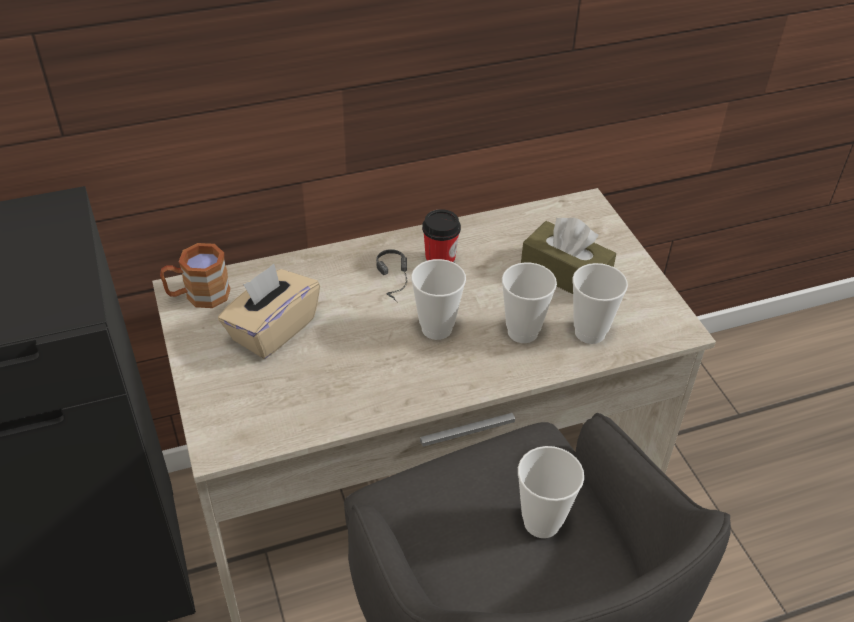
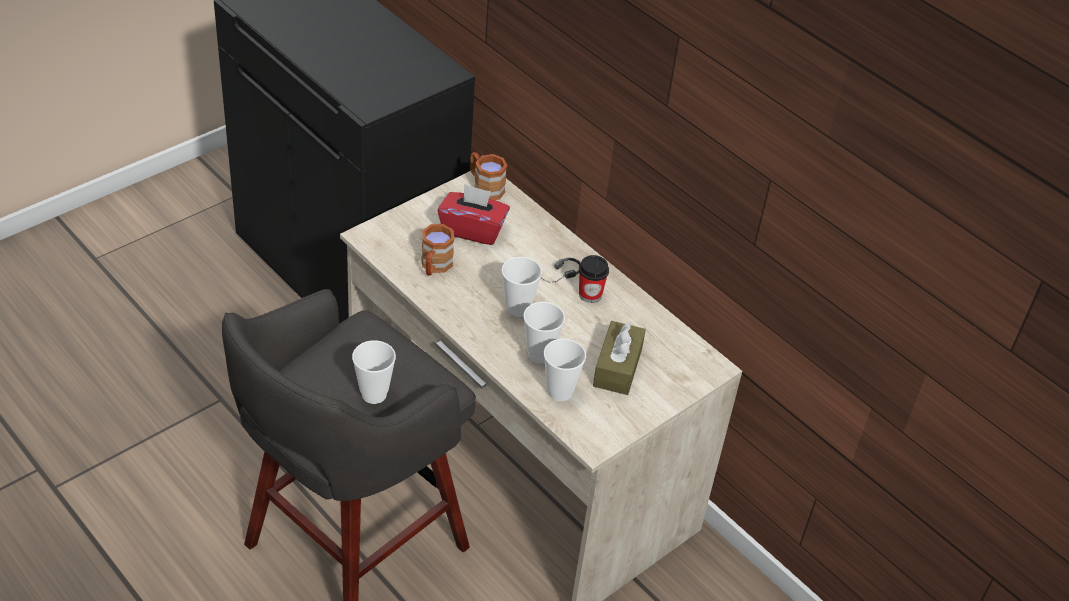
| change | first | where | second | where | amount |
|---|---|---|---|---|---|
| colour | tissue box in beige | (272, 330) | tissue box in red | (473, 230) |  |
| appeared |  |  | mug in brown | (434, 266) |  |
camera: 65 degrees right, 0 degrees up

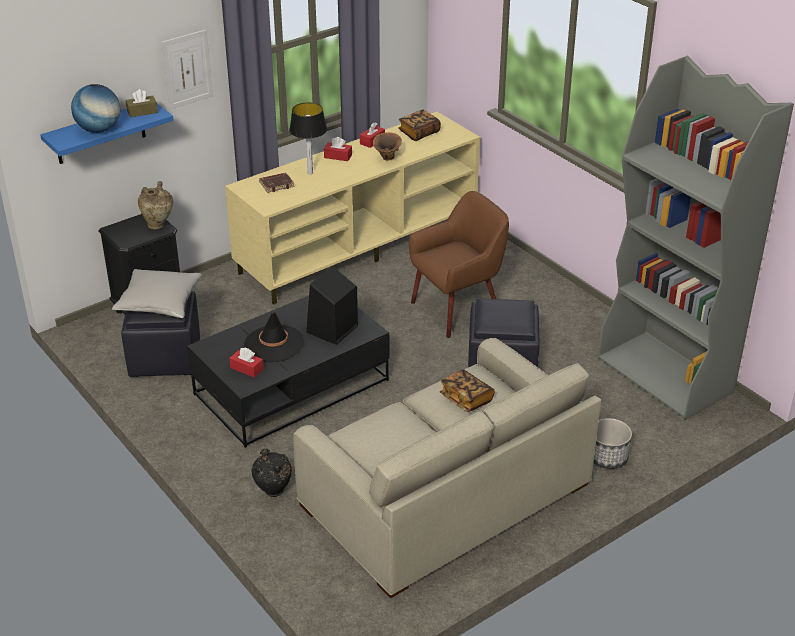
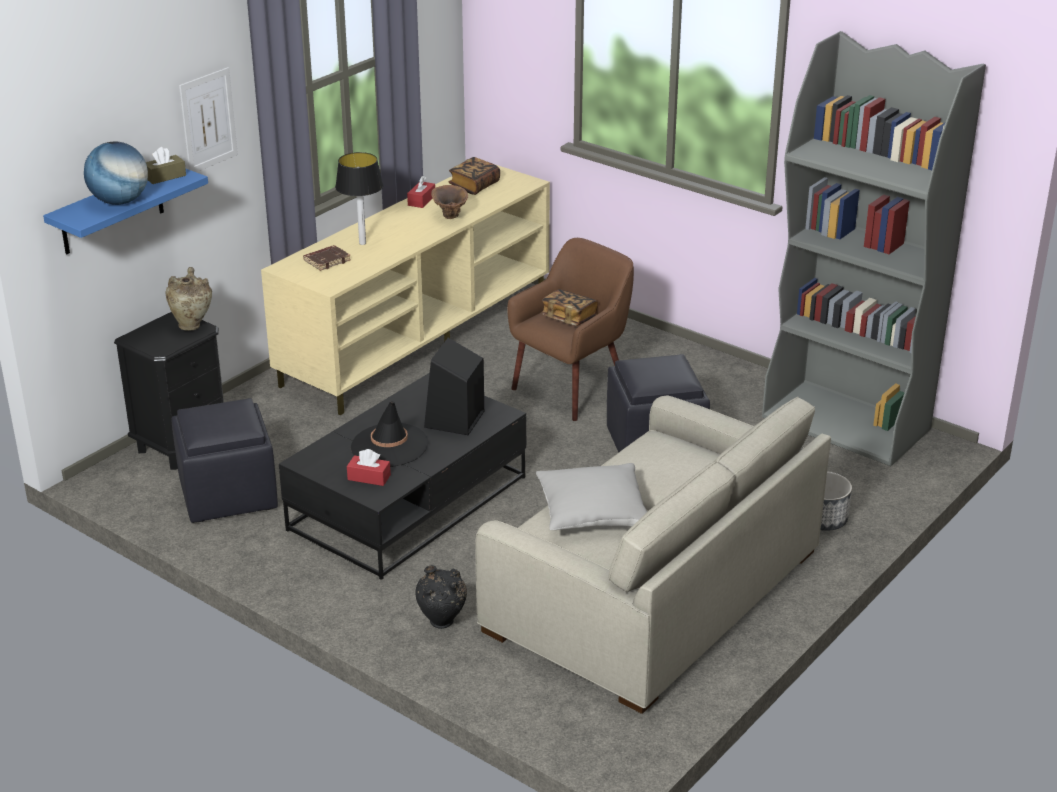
| change | first | where | second | where | amount |
|---|---|---|---|---|---|
| relocated | pillow in grey | (159, 303) |  | (592, 513) |  |
| missing | tissue box in red | (338, 156) |  |  |  |
| relocated | book | (466, 399) |  | (568, 318) |  |
camera: 15 degrees left, 5 degrees down

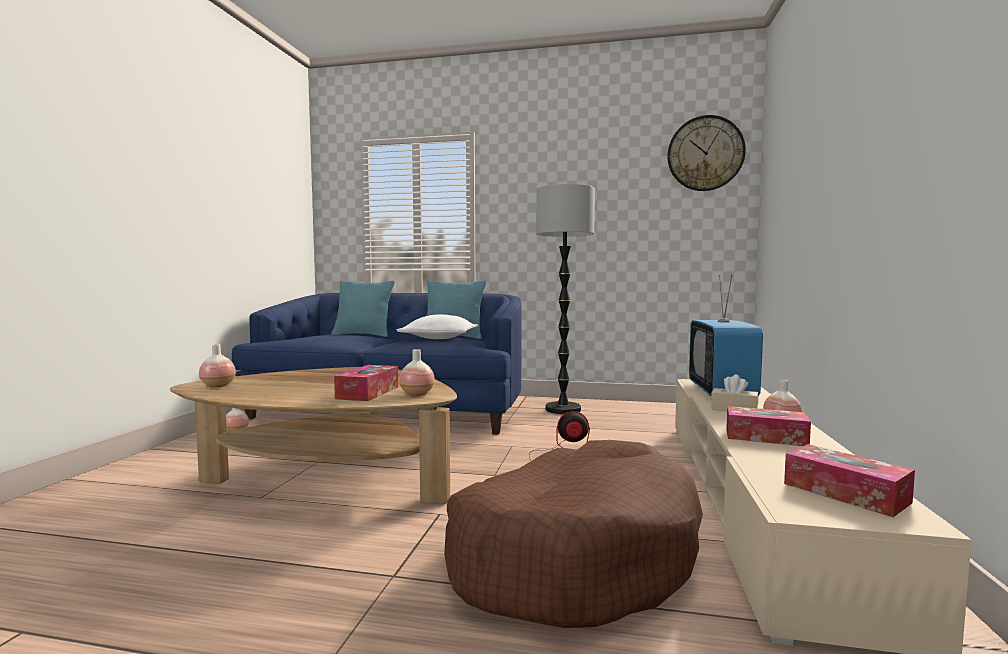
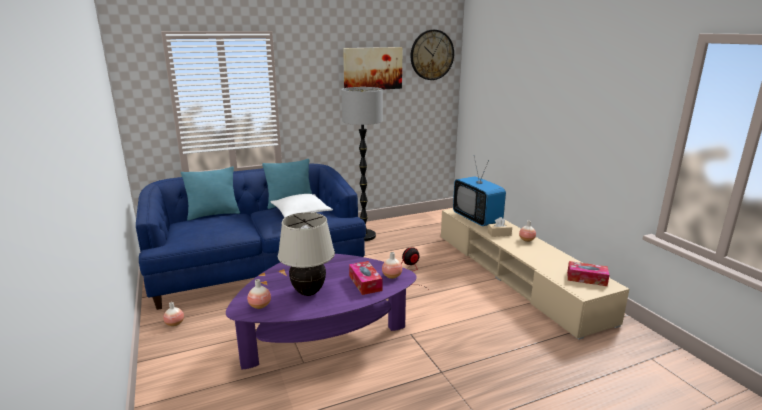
| change | first | where | second | where | amount |
|---|---|---|---|---|---|
| colour | coffee table in brown | (328, 483) | coffee table in purple | (324, 339) |  |
| missing | dog bed in brown | (573, 554) |  |  |  |
| missing | tissue box | (765, 437) |  |  |  |
| appeared |  |  | table lamp in beige | (308, 292) |  |
| appeared |  |  | picture | (372, 68) |  |
camera: 35 degrees left, 15 degrees up

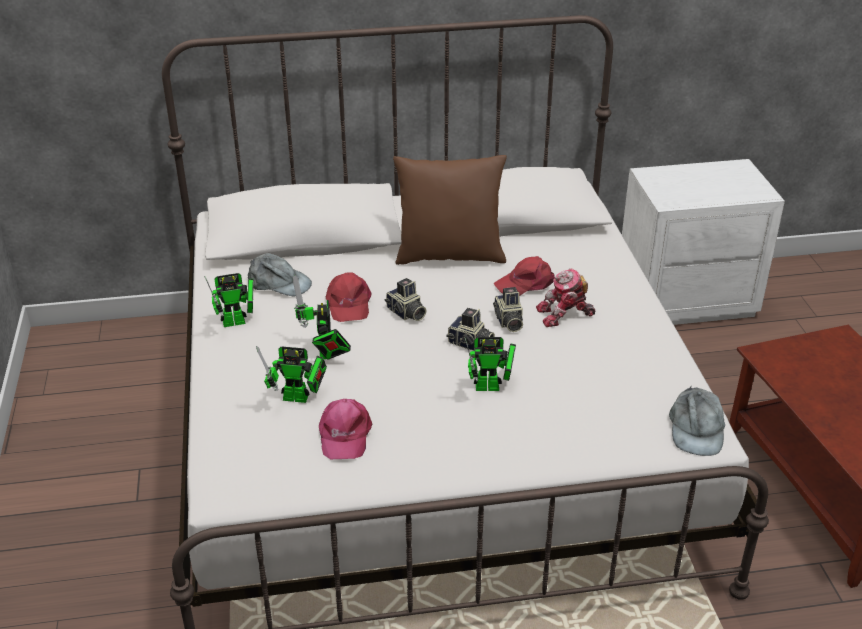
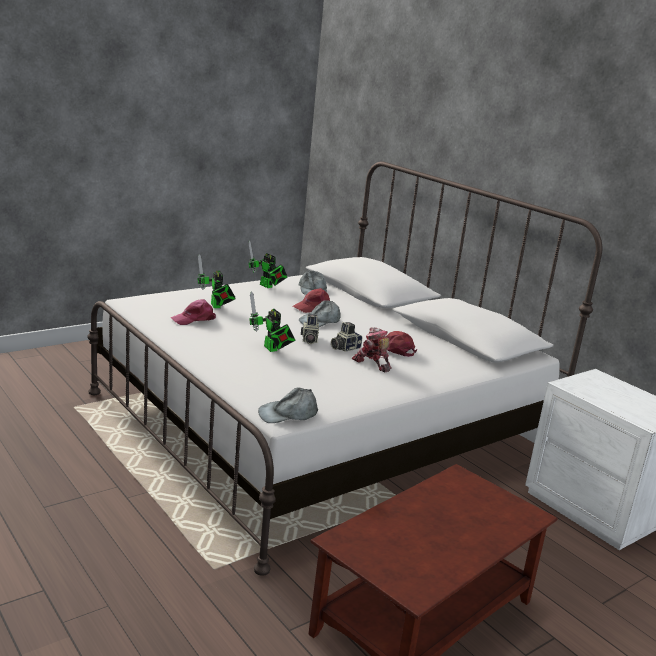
| change | first | where | second | where | amount |
|---|---|---|---|---|---|
| missing | toy robot | (325, 354) |  |  |  |
| exchanged | photo camera | (406, 313) | cap in grey | (320, 321) |  |
| missing | pillow in brown | (450, 255) |  |  |  |
camera: 60 degrees right, 15 degrees down

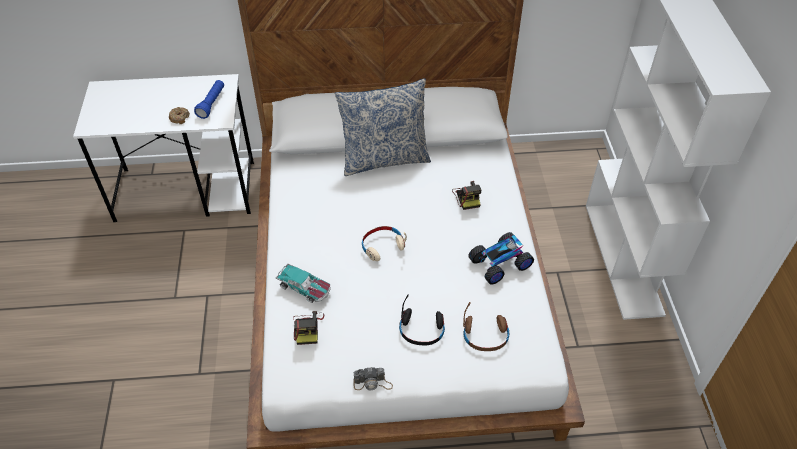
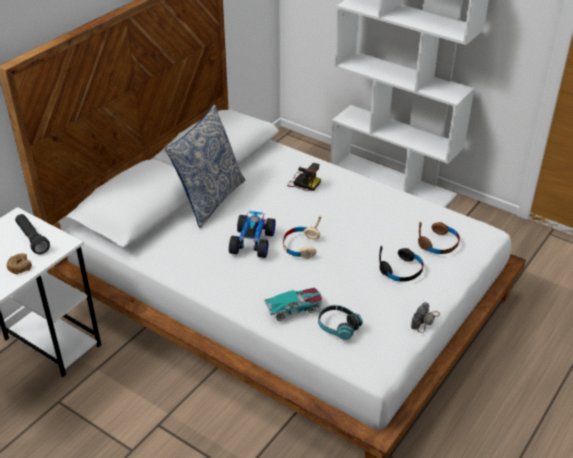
| change | first | where | second | where | amount |
|---|---|---|---|---|---|
| colour | flashlight in blue | (212, 104) | flashlight in black | (32, 239) |  |
| exchanged | photo camera | (308, 328) | headphones | (338, 327) |  |
| relocated | toy car | (499, 263) |  | (252, 242) |  |
camera: 50 degrees left, 10 degrees down

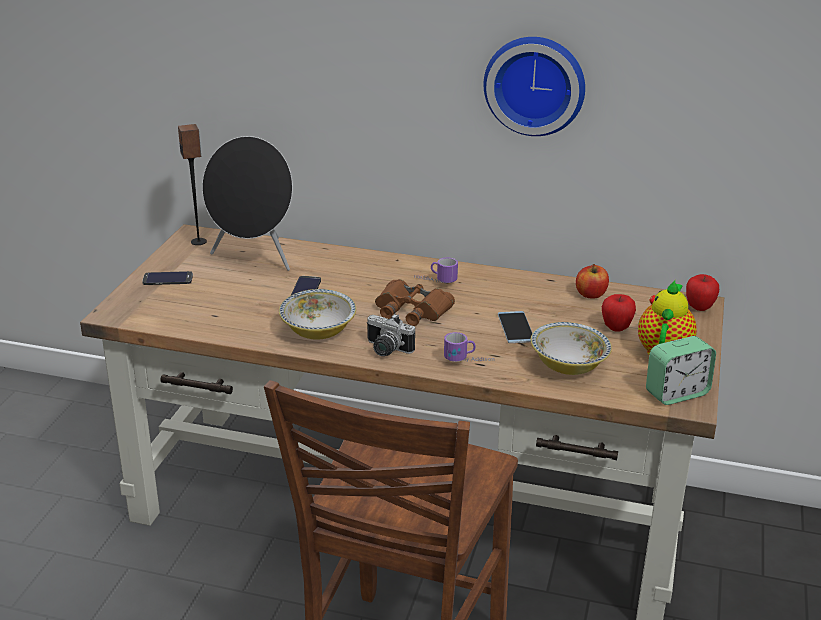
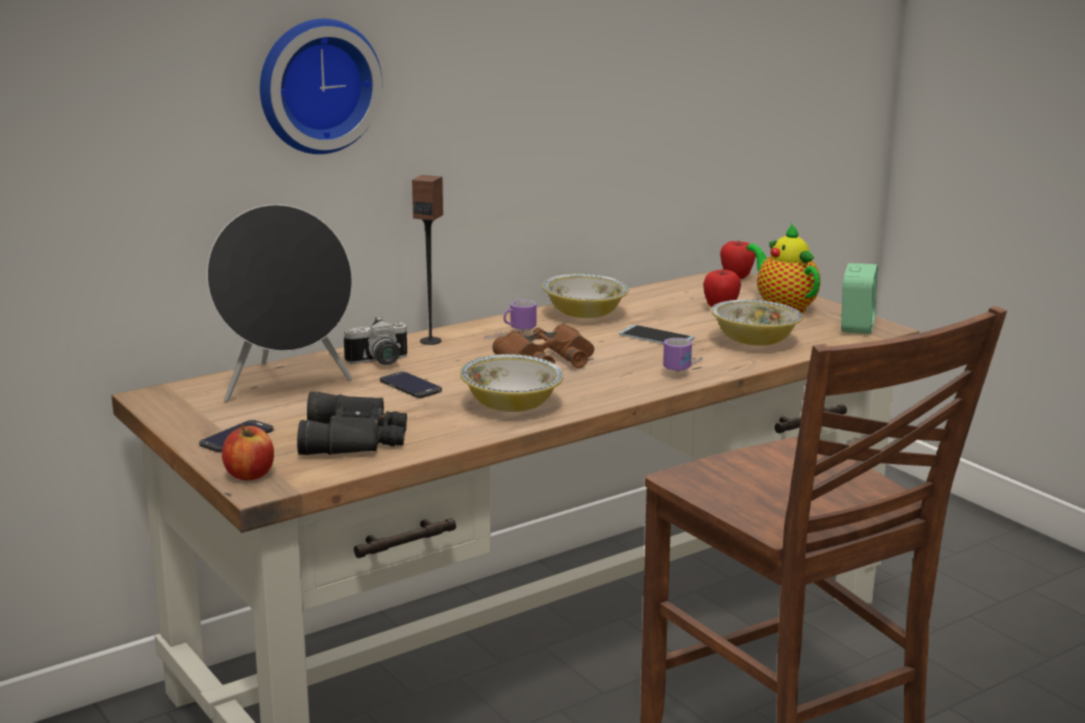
| change | first | where | second | where | amount |
|---|---|---|---|---|---|
| relocated | speaker | (199, 241) |  | (430, 341) |  |
| relocated | photo camera | (386, 350) |  | (380, 362) |  |
| relocated | wall clock | (535, 84) |  | (316, 85) |  |
| relocated | apple | (591, 294) |  | (249, 475) |  |
| appeared |  |  | binoculars in black | (355, 438) |  |
| appeared |  |  | bowl | (584, 314) |  |
camera: 50 degrees left, 10 degrees down

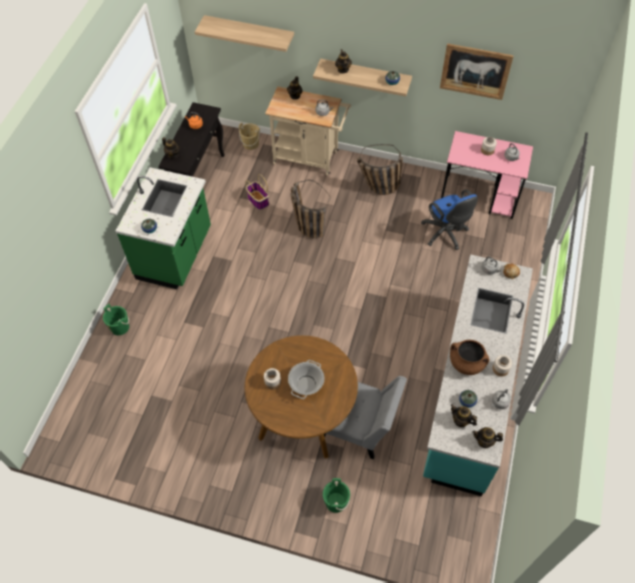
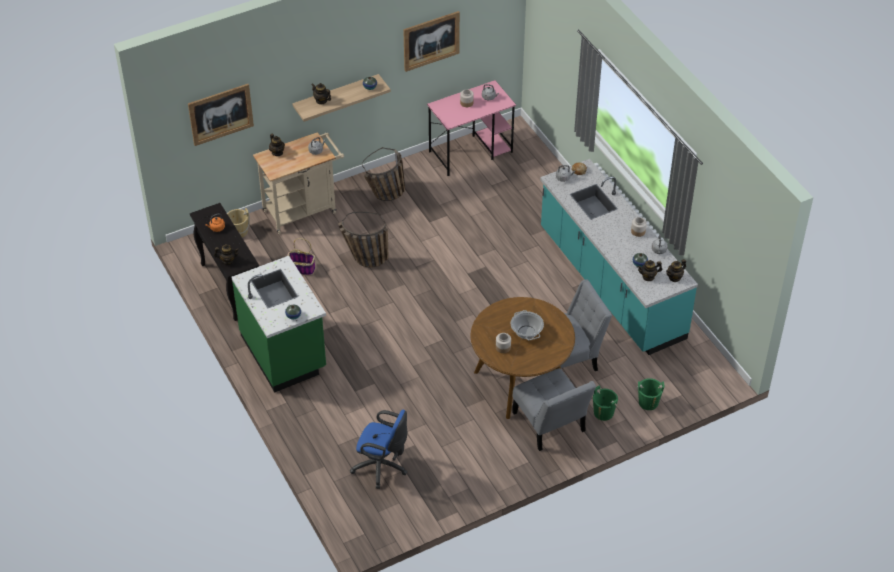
| change | first | where | second | where | amount |
|---|---|---|---|---|---|
| relocated | bucket in green | (120, 327) |  | (648, 402) |  |
| exchanged | shelf | (249, 32) | picture | (220, 114) |  |
| relocated | office chair in blue | (445, 234) |  | (382, 467) |  |
| missing | cooking pot in brown | (466, 363) |  |  |  |
| appeared |  |  | chair in grey | (550, 425) |  |
camera: 45 degrees left, 10 degrees down

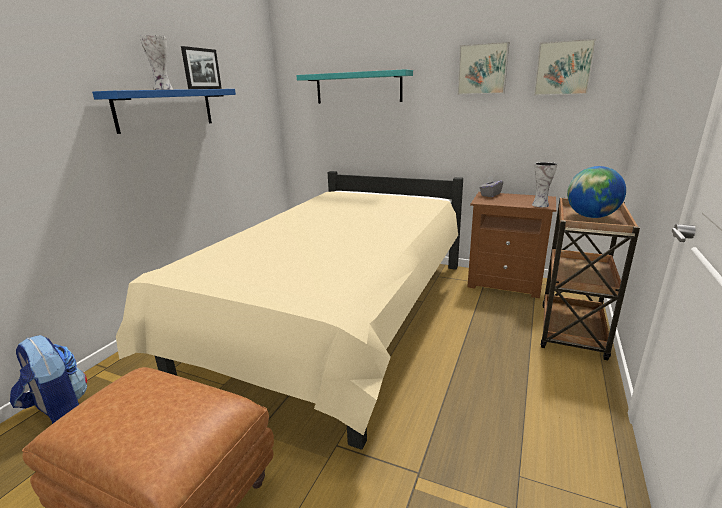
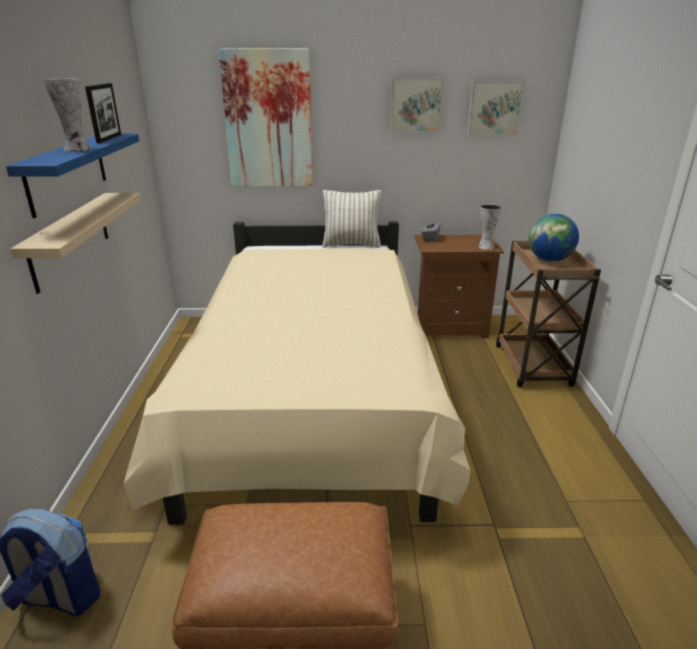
| change | first | where | second | where | amount |
|---|---|---|---|---|---|
| exchanged | shelf in turquoise | (358, 88) | picture | (268, 120) |  |
| appeared |  |  | shelf in beige | (70, 239) |  |
| appeared |  |  | pillow | (351, 244) |  |
camera: 25 degrees left, 5 degrees up

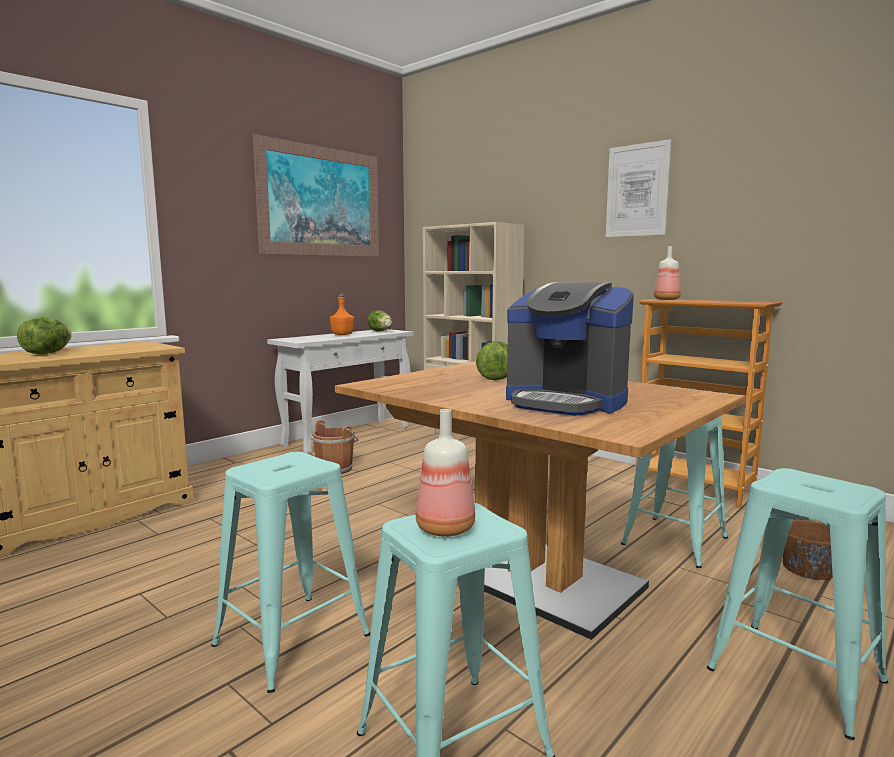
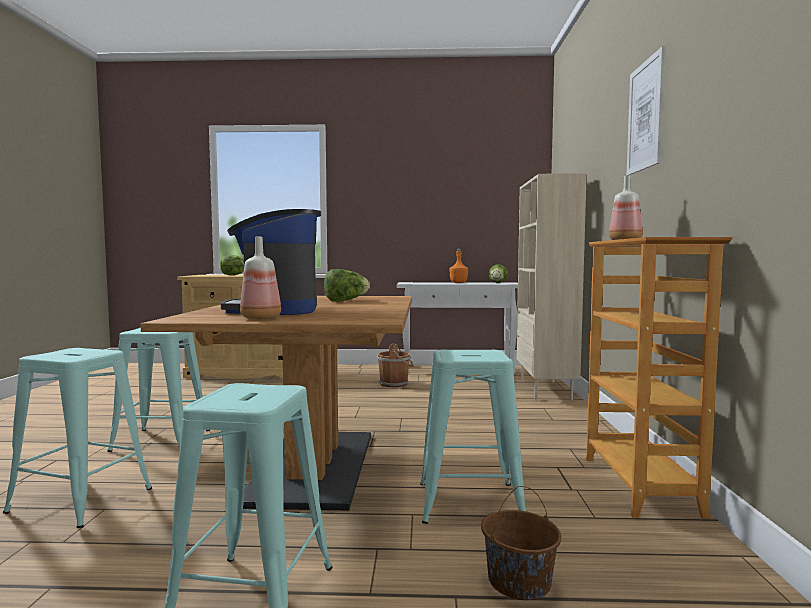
| change | first | where | second | where | amount |
|---|---|---|---|---|---|
| missing | picture | (321, 202) |  |  |  |
| relocated | bottle | (443, 528) |  | (261, 318) |  |
camera: 50 degrees right, 5 degrees down

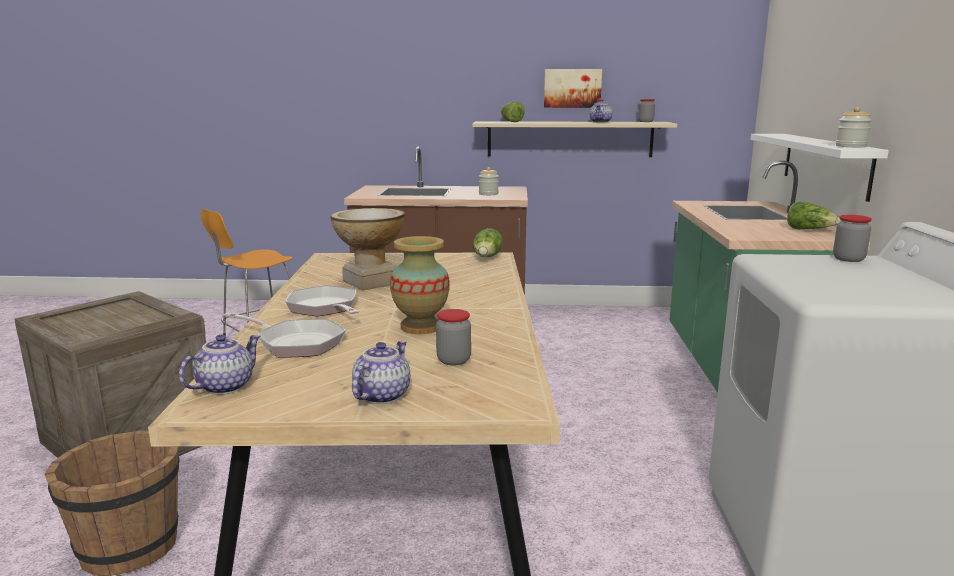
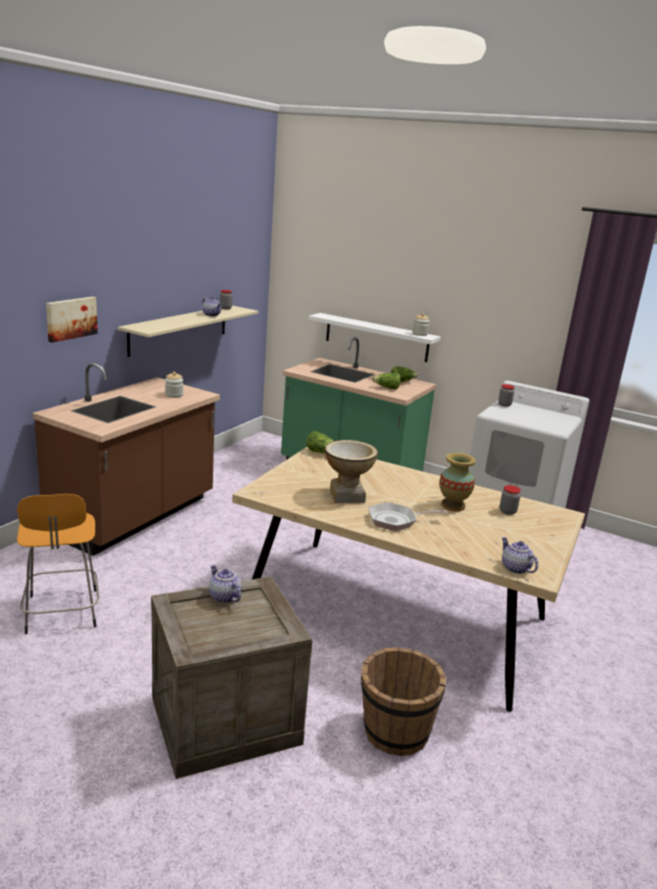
| change | first | where | second | where | amount |
|---|---|---|---|---|---|
| missing | frying pan | (295, 343) |  |  |  |
| relocated | teapot | (381, 395) |  | (223, 597) |  |
| relocated | lettuce | (511, 122) |  | (386, 388) |  |
| relocated | picture | (572, 88) |  | (70, 318) |  |
camera: 65 degrees left, 5 degrees up

